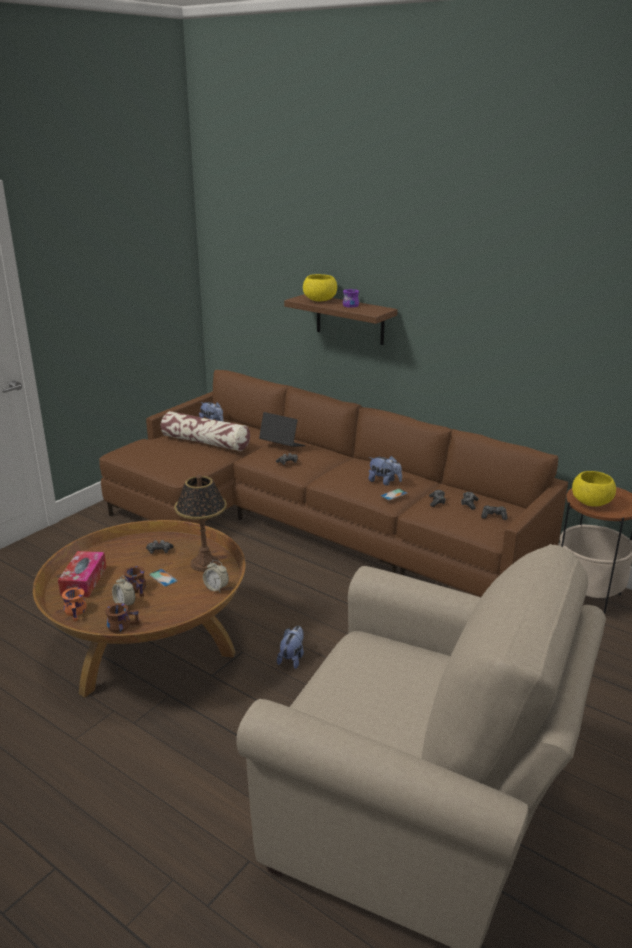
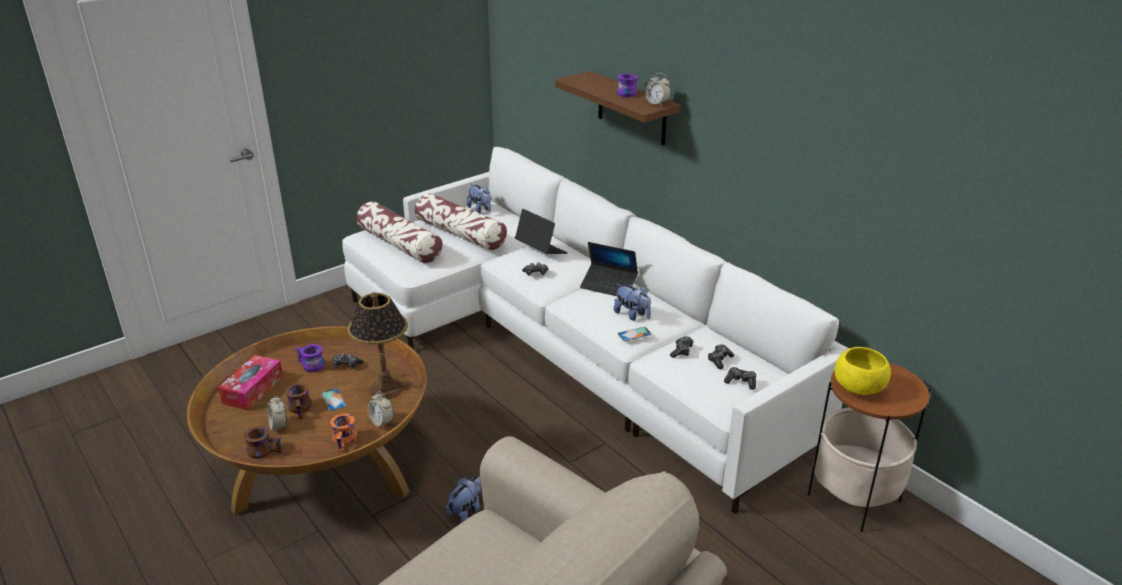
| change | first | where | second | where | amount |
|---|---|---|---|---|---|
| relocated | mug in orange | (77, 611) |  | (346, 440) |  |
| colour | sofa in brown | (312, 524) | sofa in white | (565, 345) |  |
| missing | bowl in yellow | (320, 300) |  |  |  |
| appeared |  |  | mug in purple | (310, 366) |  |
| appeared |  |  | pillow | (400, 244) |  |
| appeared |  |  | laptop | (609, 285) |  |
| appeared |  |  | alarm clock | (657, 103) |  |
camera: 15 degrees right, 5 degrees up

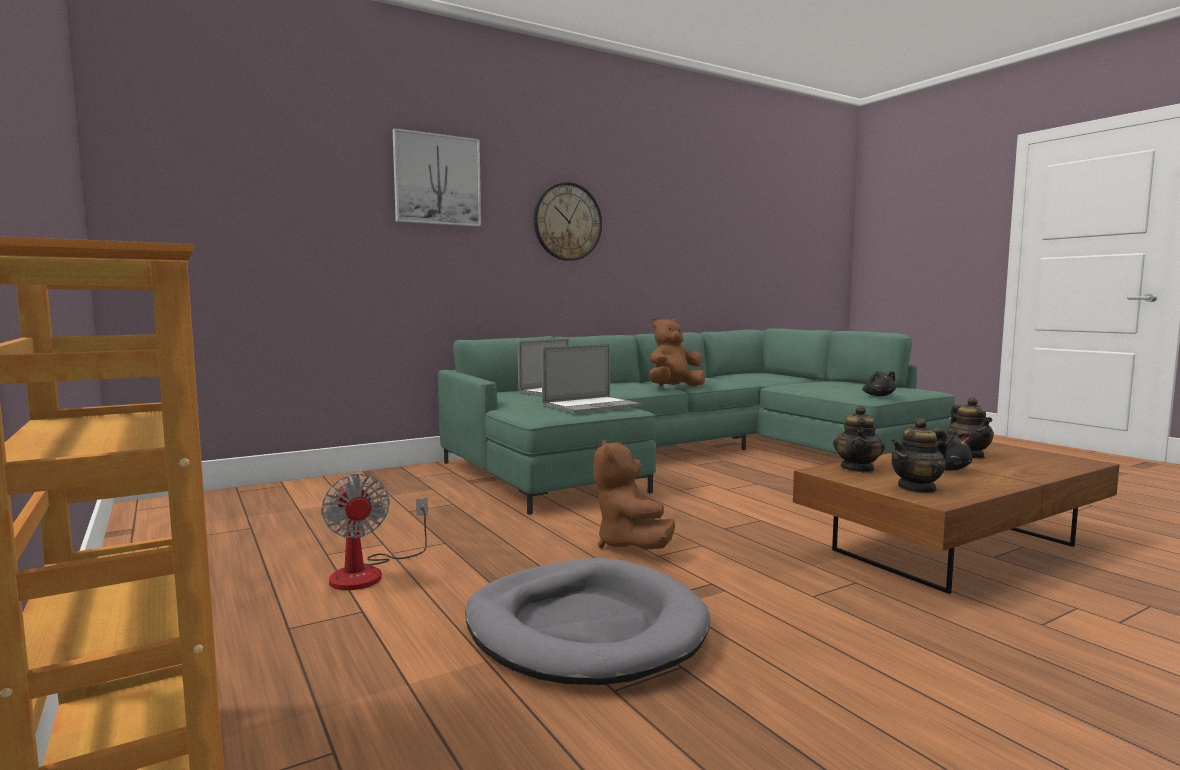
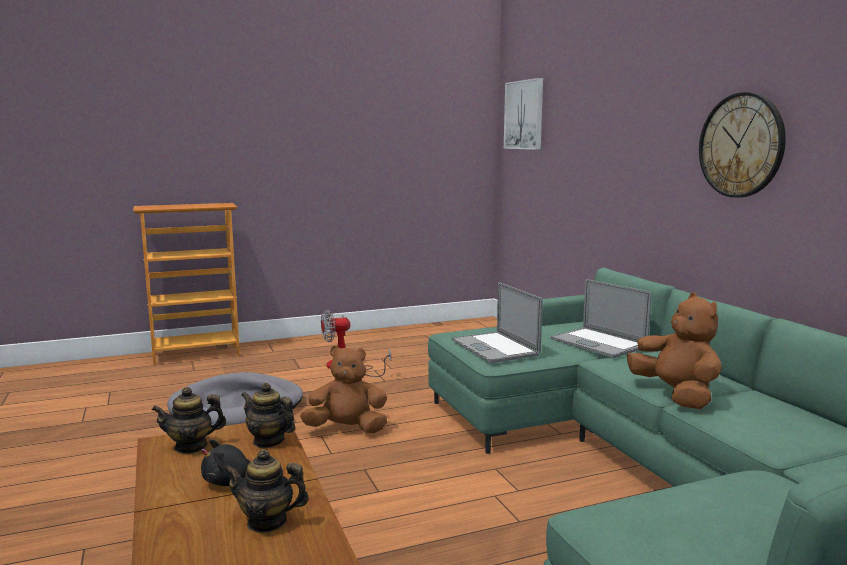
| change | first | where | second | where | amount |
|---|---|---|---|---|---|
| relocated | picture | (437, 180) |  | (524, 115) |  |
| missing | plush toy in black | (878, 396) |  |  |  |
| spun | teapot | (917, 488) |  | (191, 446) | 90 degrees counterclockwise |
camera: 100 degrees right, 5 degrees up

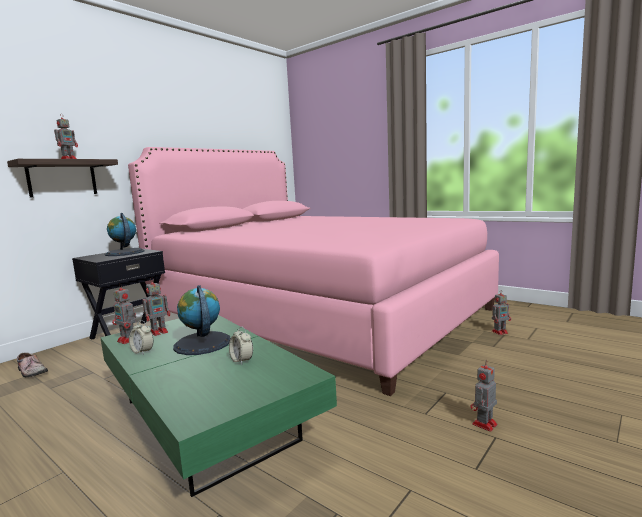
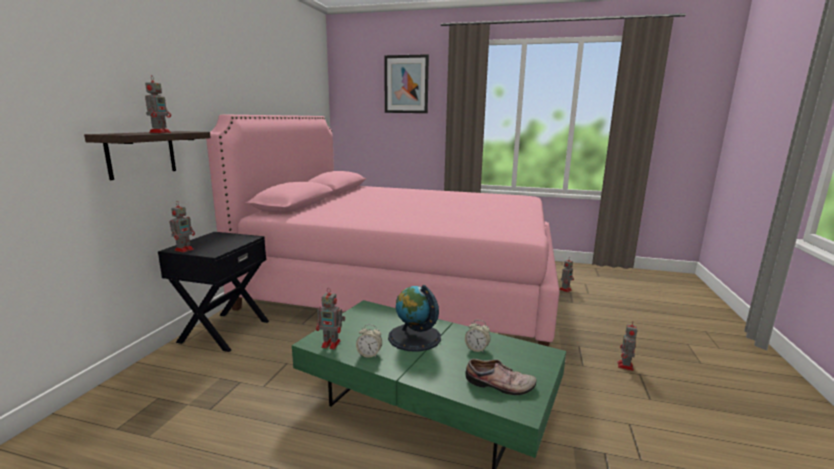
| change | first | where | second | where | amount |
|---|---|---|---|---|---|
| relocated | shoe | (30, 371) |  | (500, 385) |  |
| missing | globe | (124, 252) |  |  |  |
| relocated | toy robot | (160, 332) |  | (185, 249) |  |
| appeared |  |  | picture | (406, 84) |  |
camera: 25 degrees left, 5 degrees up

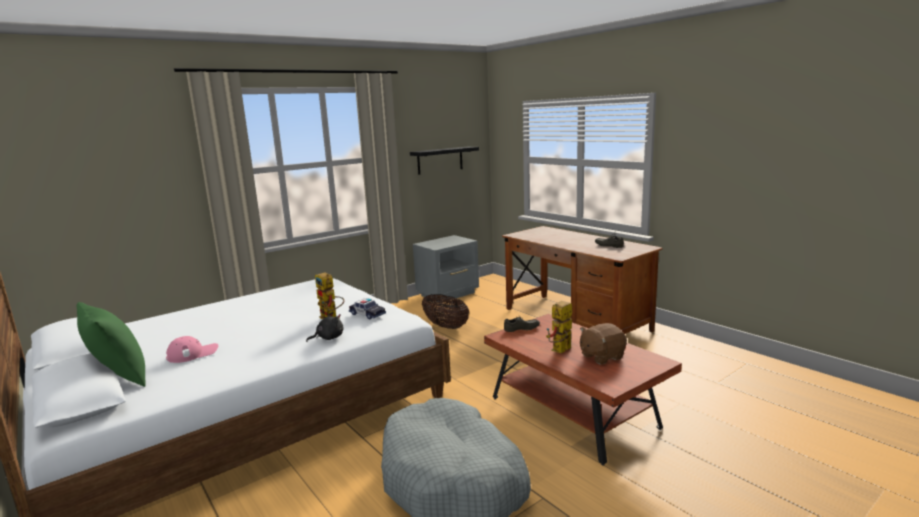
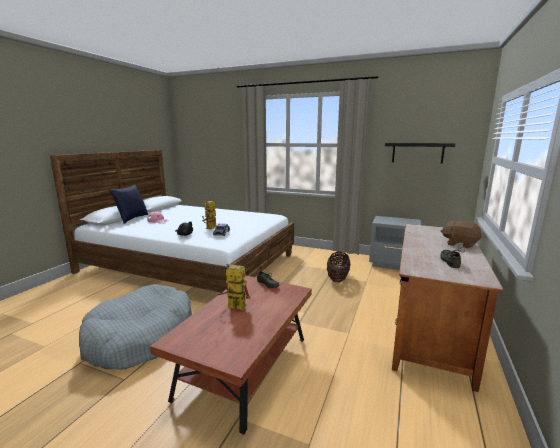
| change | first | where | second | where | amount |
|---|---|---|---|---|---|
| colour | pillow in green | (119, 378) | pillow in blue | (131, 219) |  |
| relocated | plush toy in brown | (601, 356) |  | (459, 244) |  |
camera: 60 degrees right, 0 degrees up

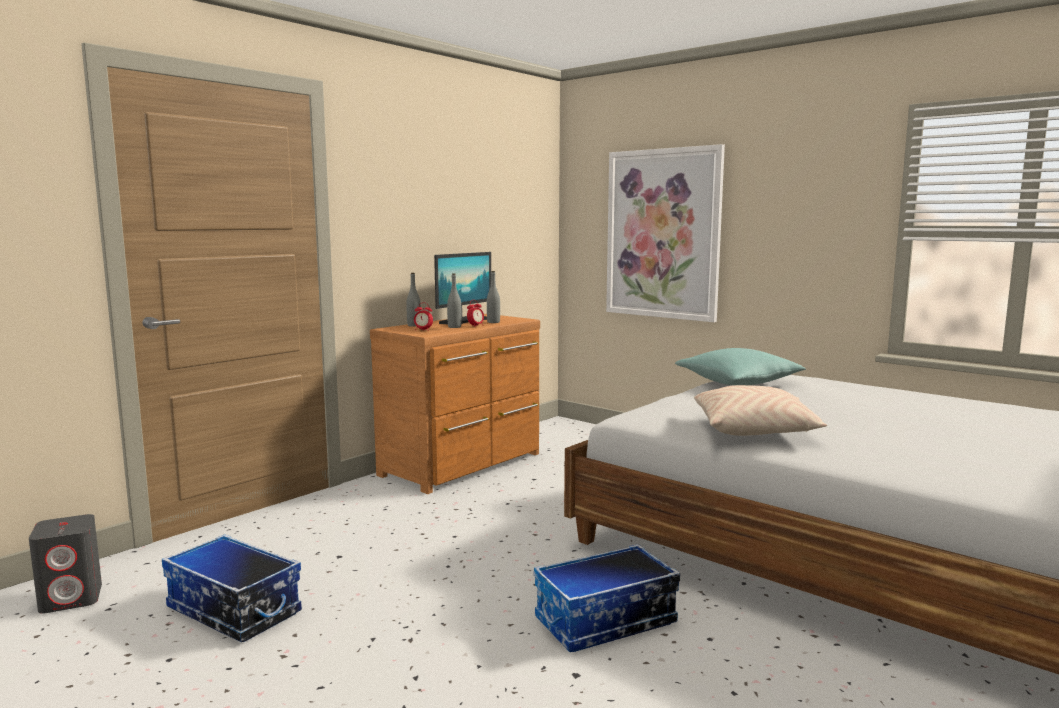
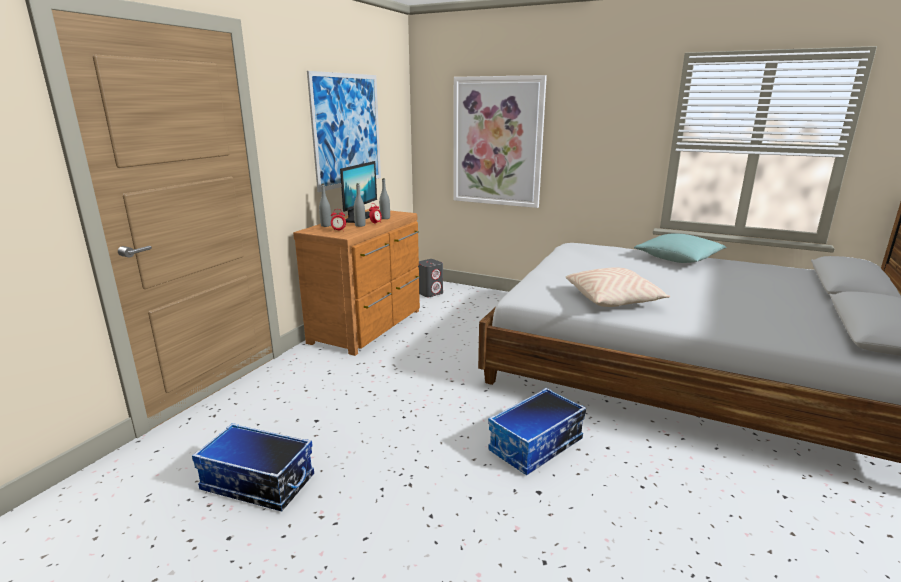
| change | first | where | second | where | amount |
|---|---|---|---|---|---|
| relocated | speaker in grey | (72, 598) |  | (430, 293) |  |
| relocated | pillow in turquoise | (738, 383) |  | (678, 259) |  |
| appeared |  |  | picture | (347, 130) |  |
camera: 15 degrees left, 10 degrees up

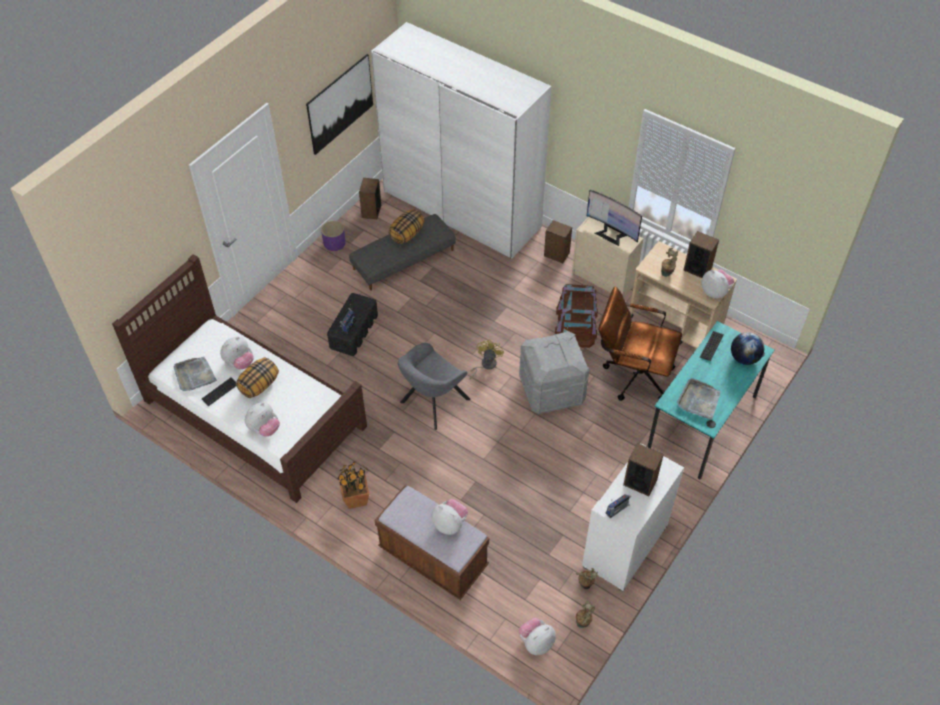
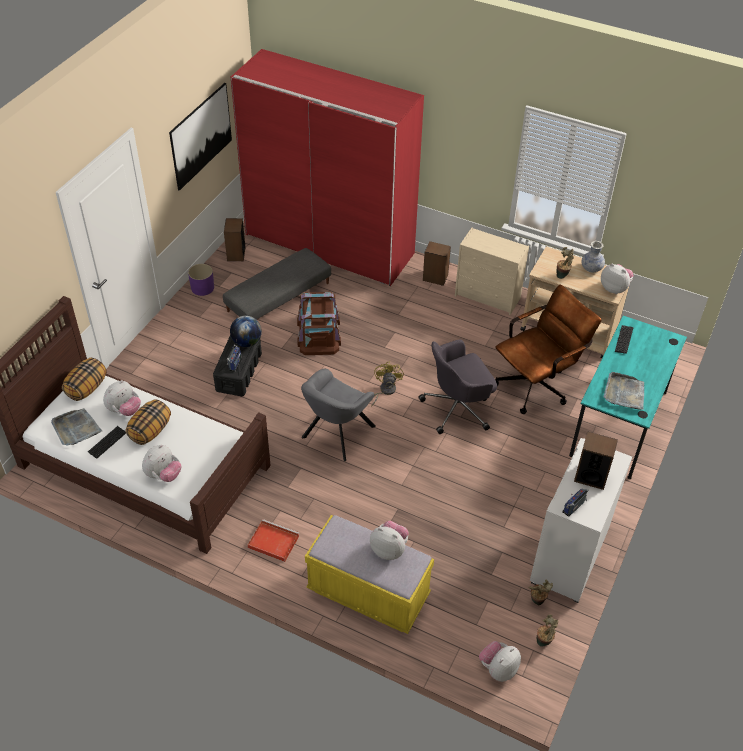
| change | first | where | second | where | amount |
|---|---|---|---|---|---|
| exchanged | potted plant | (356, 499) | tray in red | (272, 542) |  |
| colour | wardrobe in white | (461, 209) | wardrobe in red | (329, 244) |  |
| colour | bench in brown | (433, 558) | bench in yellow | (368, 593) |  |
| relocated | pillow | (406, 234) |  | (86, 388) |  |
| exchanged | storage box in grey | (551, 390) | office chair in grey | (458, 408) |  |
| relocated | storage box in brown | (575, 324) |  | (318, 333) |  |
| missing | monitor | (611, 234) |  |  |  |
| spun | office chair in brown | (632, 374) |  | (537, 384) | 135 degrees clockwise |
| exchanged | speaker | (697, 269) | vase | (591, 268) |  |
| relocated | globe | (744, 358) |  | (246, 342) |  |
camera: 10 degrees left, 5 degrees down

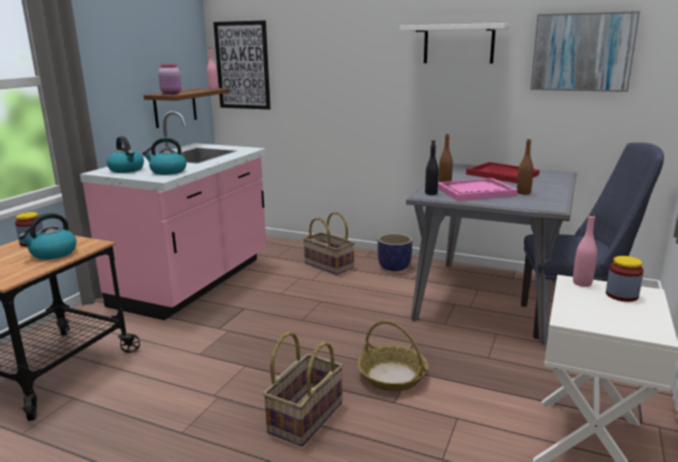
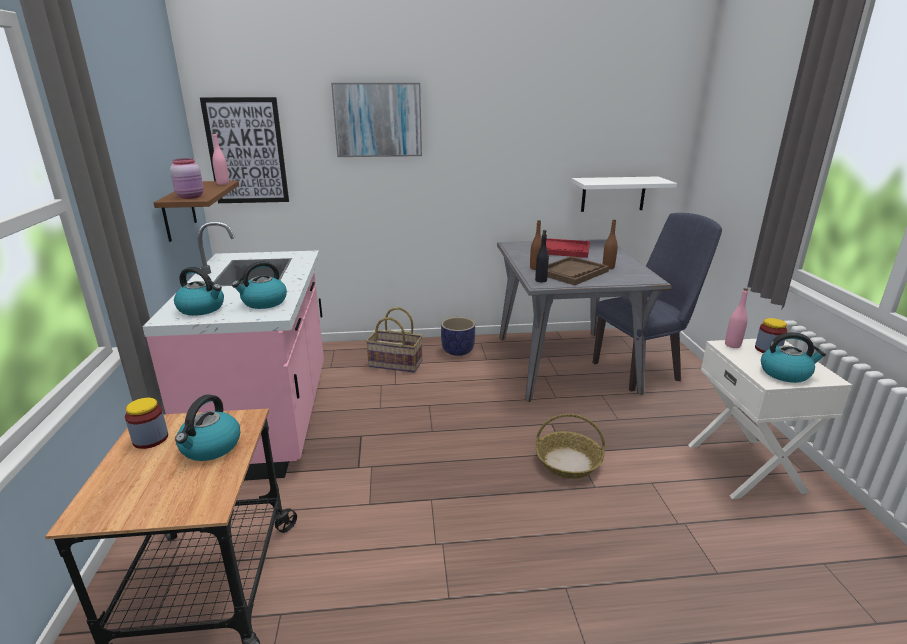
| change | first | where | second | where | amount |
|---|---|---|---|---|---|
| missing | basket | (305, 416) |  |  |  |
| relocated | shelf in white | (458, 44) |  | (613, 194) |  |
| colour | tray in pink | (475, 192) | tray in brown | (572, 272) |  |
| relocated | picture | (582, 52) |  | (378, 120) |  |
| appeared |  |  | kettle | (785, 373) |  |
camera: 30 degrees left, 5 degrees up

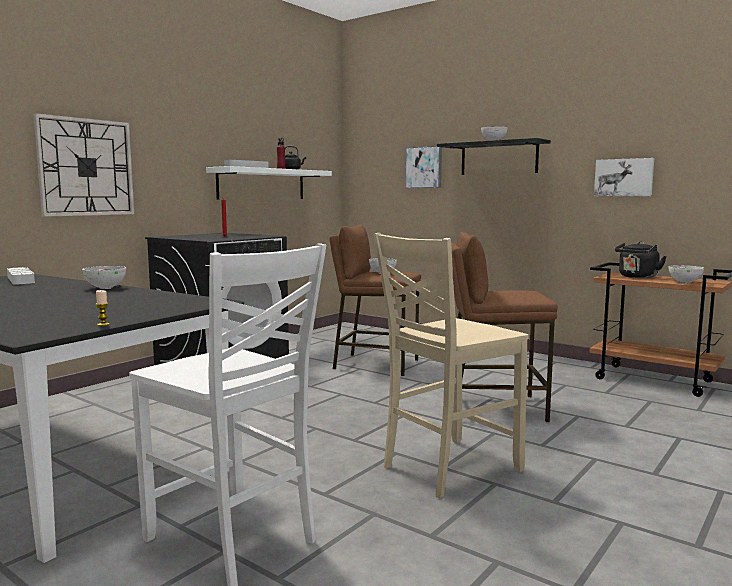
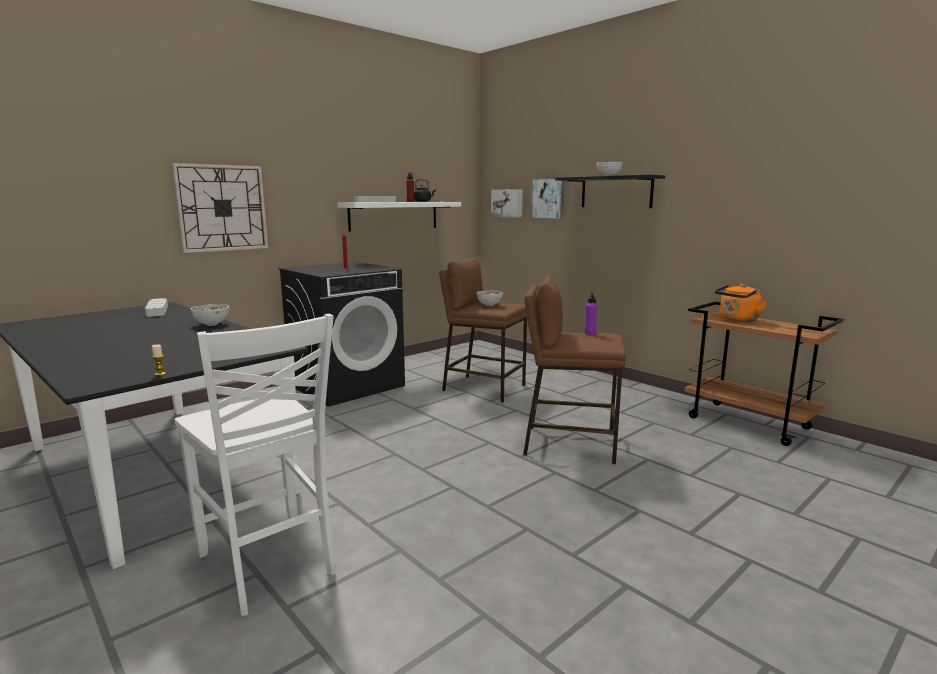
| change | first | where | second | where | amount |
|---|---|---|---|---|---|
| missing | chair in beige | (448, 468) |  |  |  |
| relocated | picture | (624, 177) |  | (507, 203) |  |
| colour | kettle in black | (637, 277) | kettle in orange | (737, 320) |  |
| missing | bowl | (685, 282) |  |  |  |
| appeared |  |  | bottle in purple | (590, 333) |  |
camera: 10 degrees right, 5 degrees up

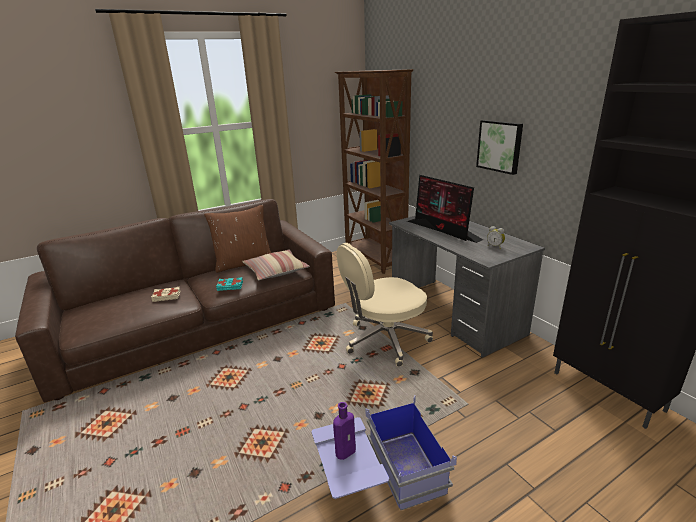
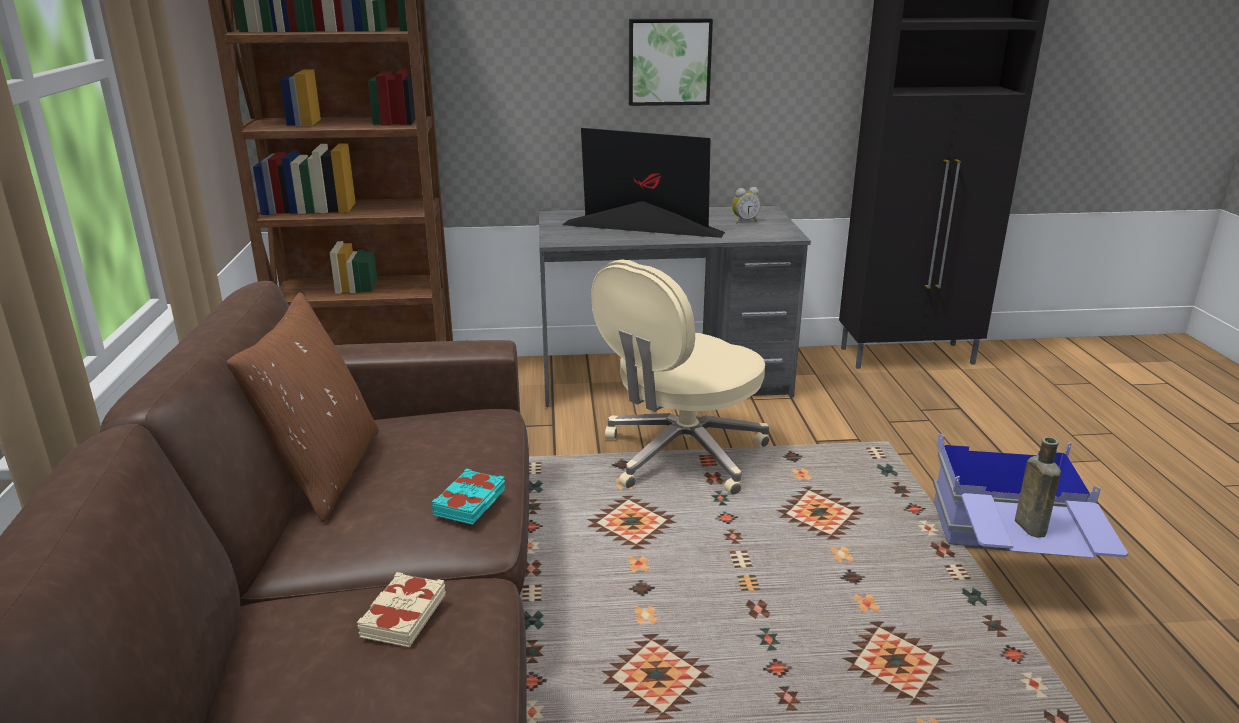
| change | first | where | second | where | amount |
|---|---|---|---|---|---|
| missing | pillow | (276, 271) |  |  |  |
| colour | bottle in purple | (347, 451) | bottle in brown | (1028, 525) |  |
| spun | office chair in beige | (384, 340) |  | (681, 456) | 45 degrees clockwise |
| spun | monitor | (443, 230) |  | (640, 228) | 150 degrees counterclockwise |
camera: 65 degrees left, 0 degrees up

